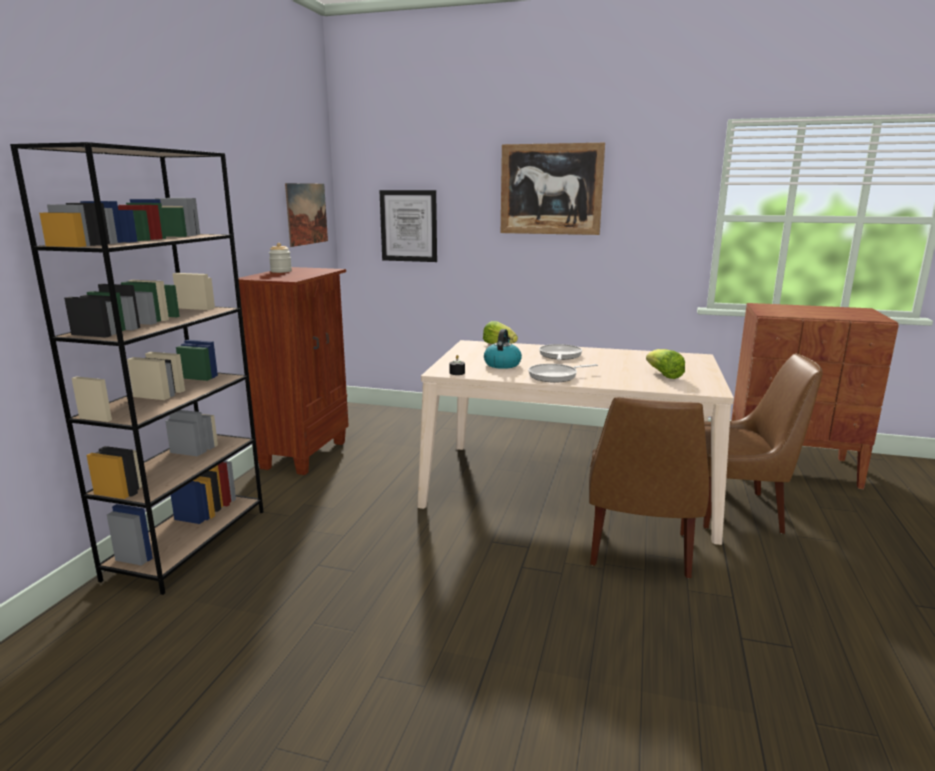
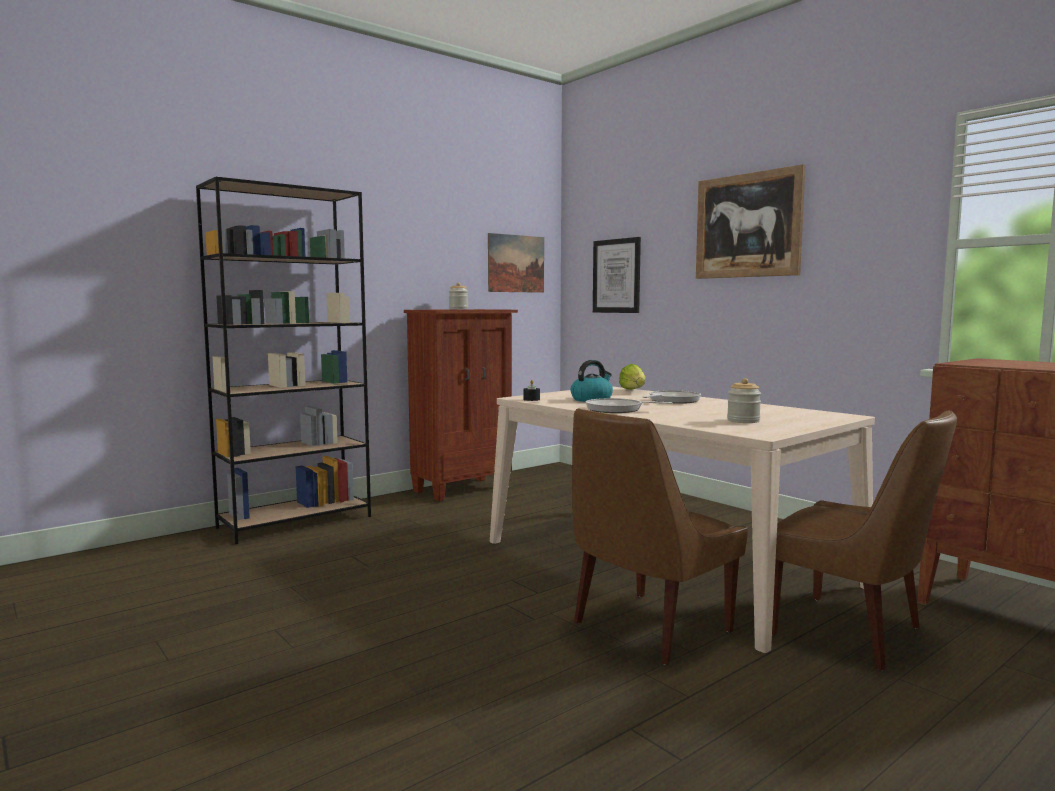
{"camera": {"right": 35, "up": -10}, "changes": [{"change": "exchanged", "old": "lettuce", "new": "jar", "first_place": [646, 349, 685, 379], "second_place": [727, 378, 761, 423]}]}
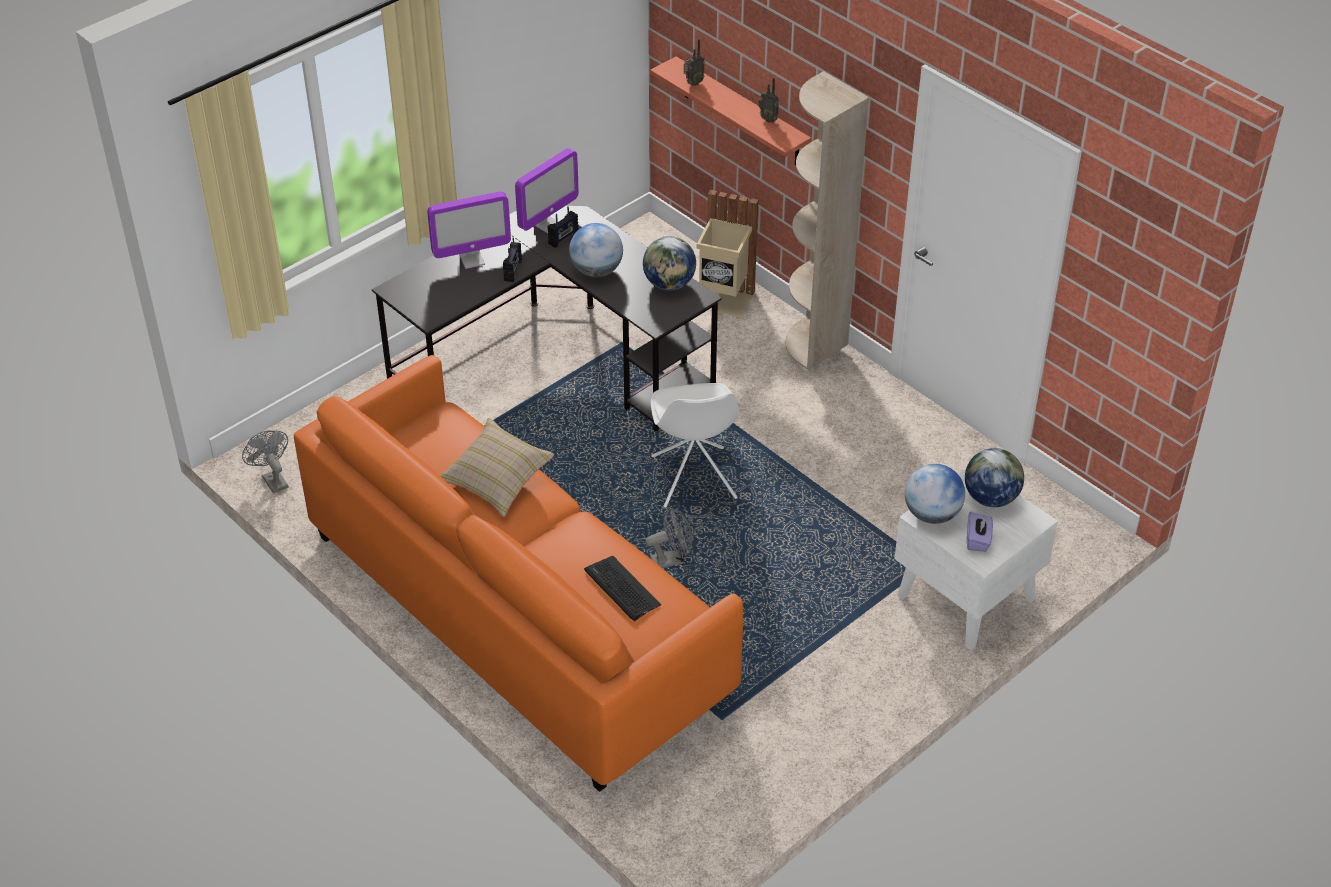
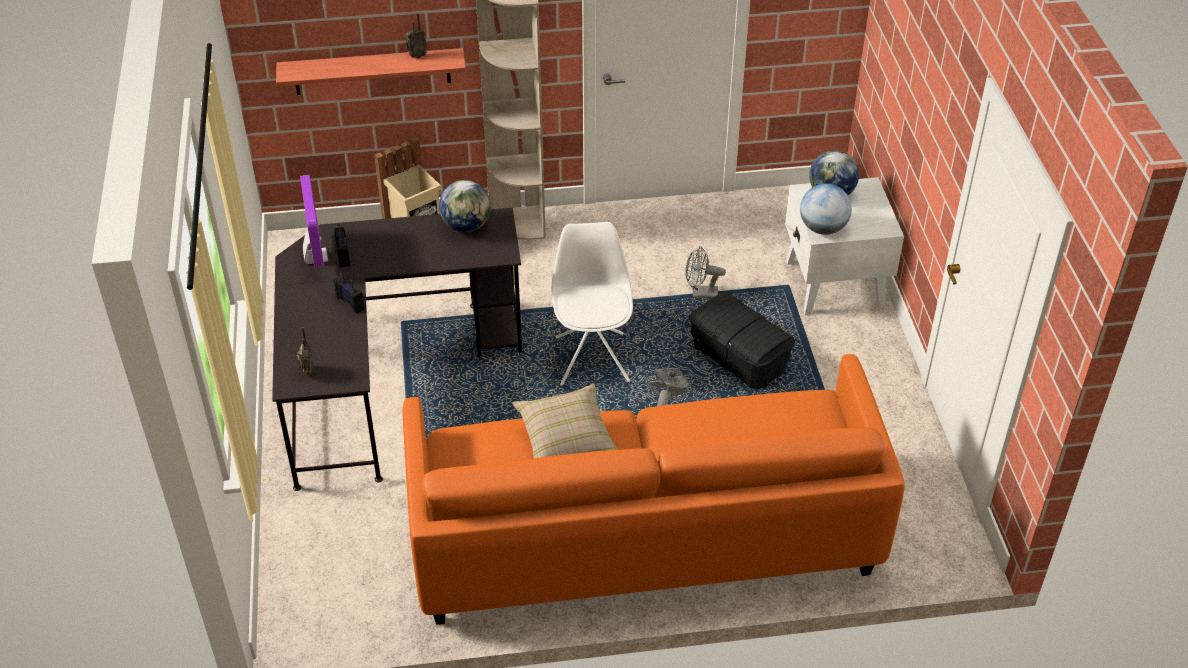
{"camera": {"right": -55, "up": 0}, "changes": [{"change": "relocated", "old": "gray fan", "first_place": [242, 431, 288, 494], "second_place": [685, 246, 726, 298]}, {"change": "missing", "old": "computer display", "first_place": [427, 191, 511, 269]}, {"change": "missing", "old": "world globe", "first_place": [569, 223, 623, 277]}, {"change": "missing", "old": "PC keyboard", "first_place": [584, 556, 661, 621]}, {"change": "spun", "old": "white-coloured upright chair", "first_place": [651, 383, 740, 508], "second_place": [552, 222, 633, 386], "degrees": -120}, {"change": "relocated", "old": "radio set", "first_place": [684, 38, 705, 86], "second_place": [297, 327, 313, 375]}, {"change": "missing", "old": "purple box of tissues", "first_place": [967, 512, 993, 552]}, {"change": "appeared", "new": "blackish storage box", "second_place": [689, 293, 795, 390]}]}
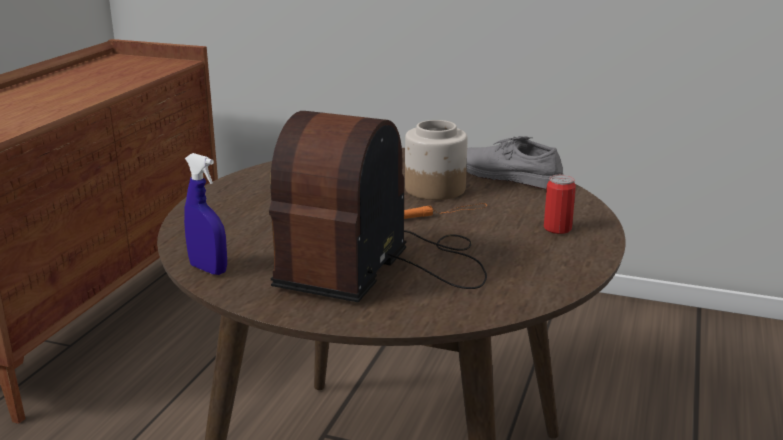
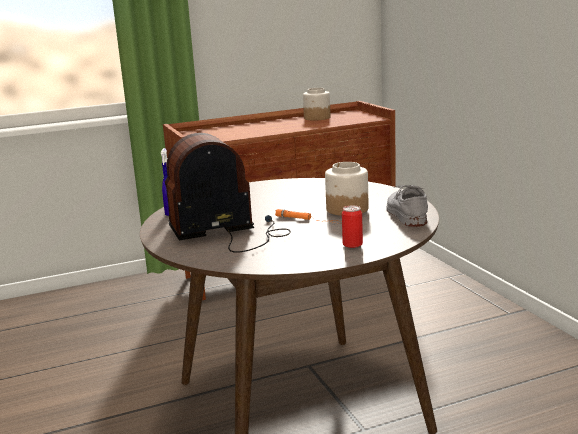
{"camera": {"right": 50, "up": -5}, "changes": [{"change": "appeared", "new": "jar", "second_place": [303, 88, 331, 121]}]}
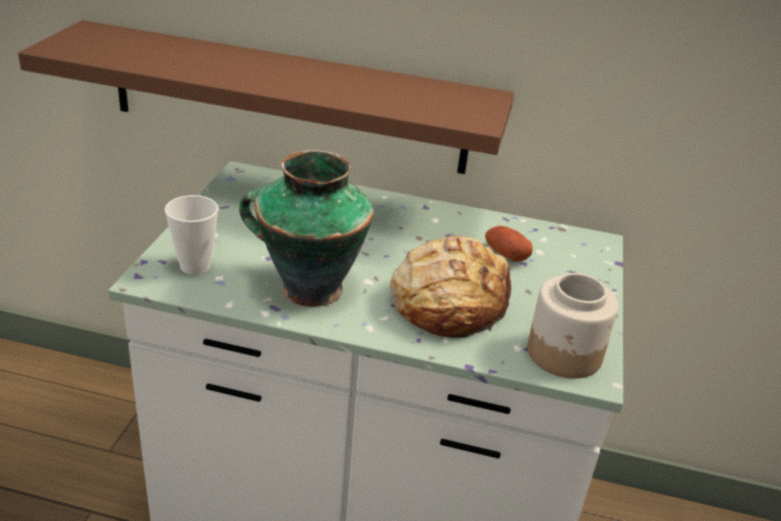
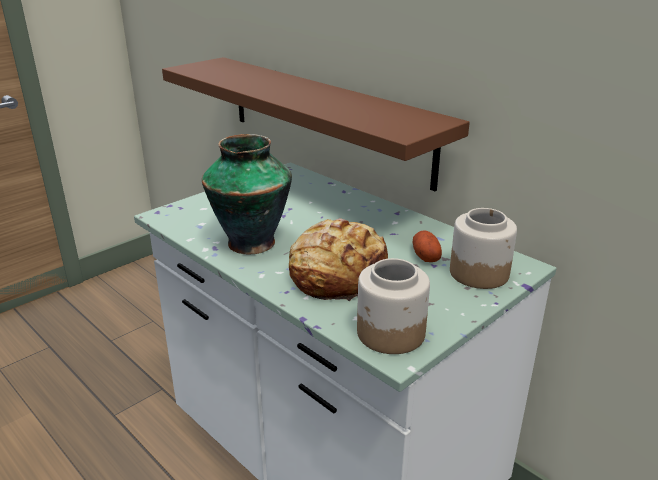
{"camera": {"right": 35, "up": -5}, "changes": [{"change": "missing", "old": "drinking cup", "first_place": [165, 195, 219, 275]}, {"change": "appeared", "new": "jar", "second_place": [450, 208, 517, 289]}]}
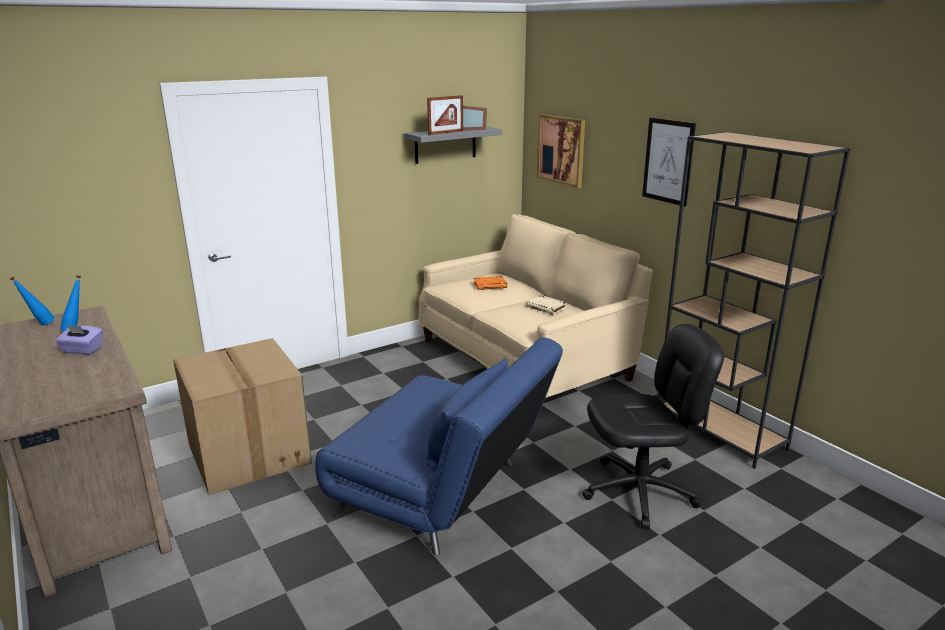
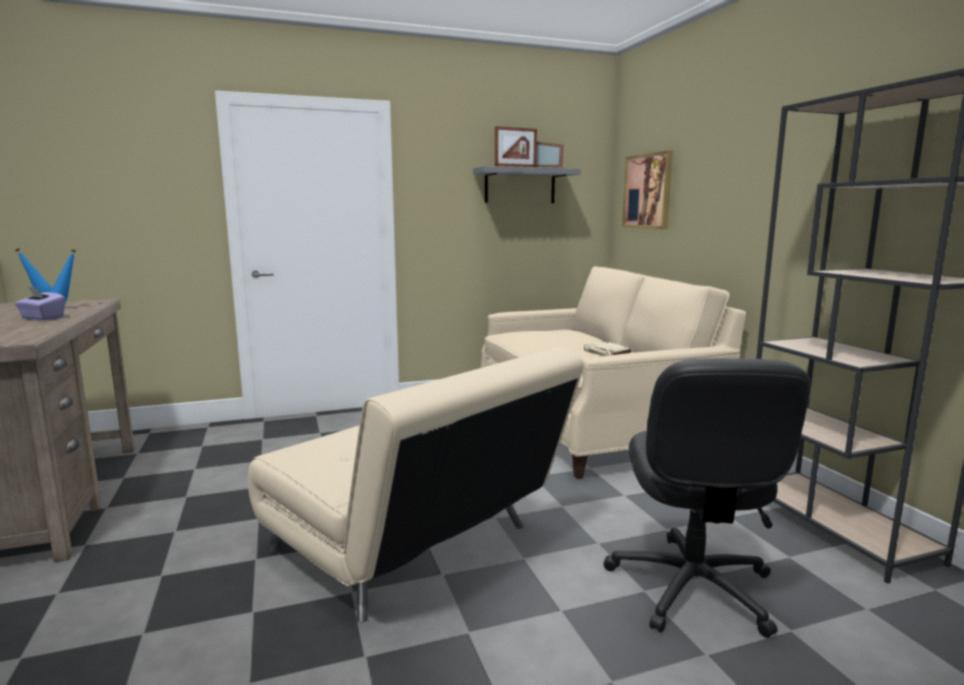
{"camera": {"right": 15, "up": -10}, "changes": [{"change": "missing", "old": "packing box", "first_place": [173, 338, 312, 495]}, {"change": "colour", "old": "blue-coloured easy chair", "new": "sand-coloured easy chair", "first_place": [315, 337, 563, 555], "second_place": [248, 347, 584, 622]}, {"change": "missing", "old": "orange-coloured book", "first_place": [473, 276, 507, 290]}, {"change": "spun", "old": "blackish desk chair", "first_place": [582, 324, 724, 529], "second_place": [603, 358, 810, 638], "degrees": 90}, {"change": "missing", "old": "wall art", "first_place": [642, 118, 696, 207]}]}
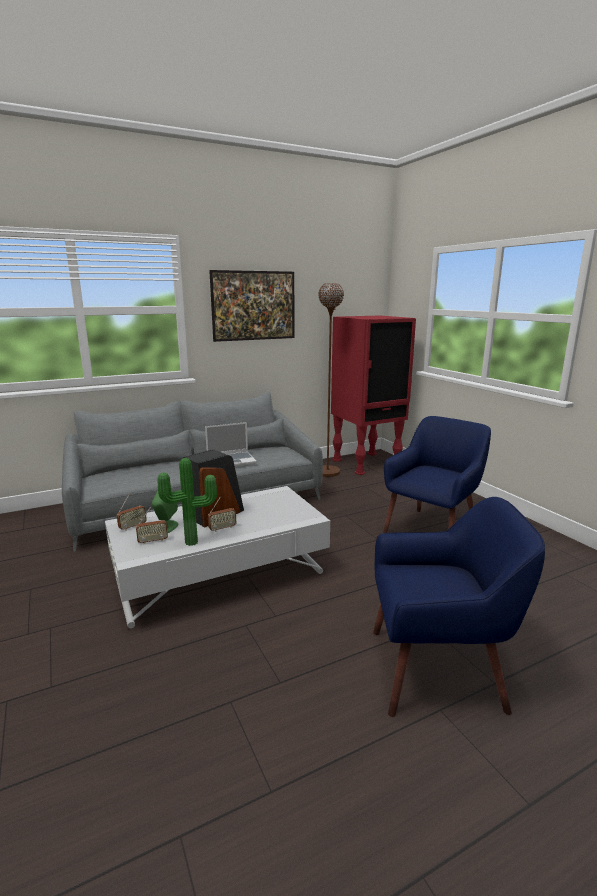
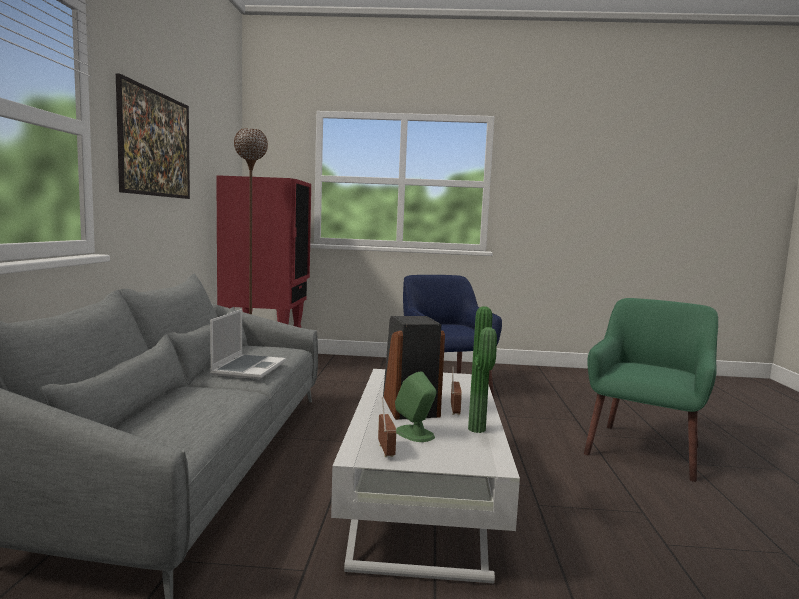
{"camera": {"right": -60, "up": -10}, "changes": [{"change": "missing", "old": "radio set", "first_place": [136, 508, 168, 544]}, {"change": "colour", "old": "blue-coloured easy chair", "new": "greenish easy chair", "first_place": [373, 497, 545, 717], "second_place": [584, 298, 718, 482]}]}
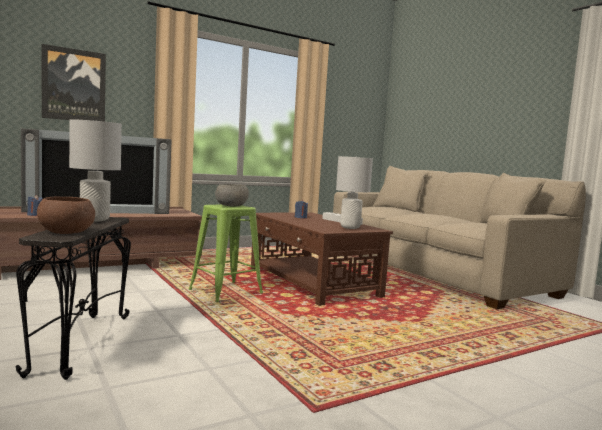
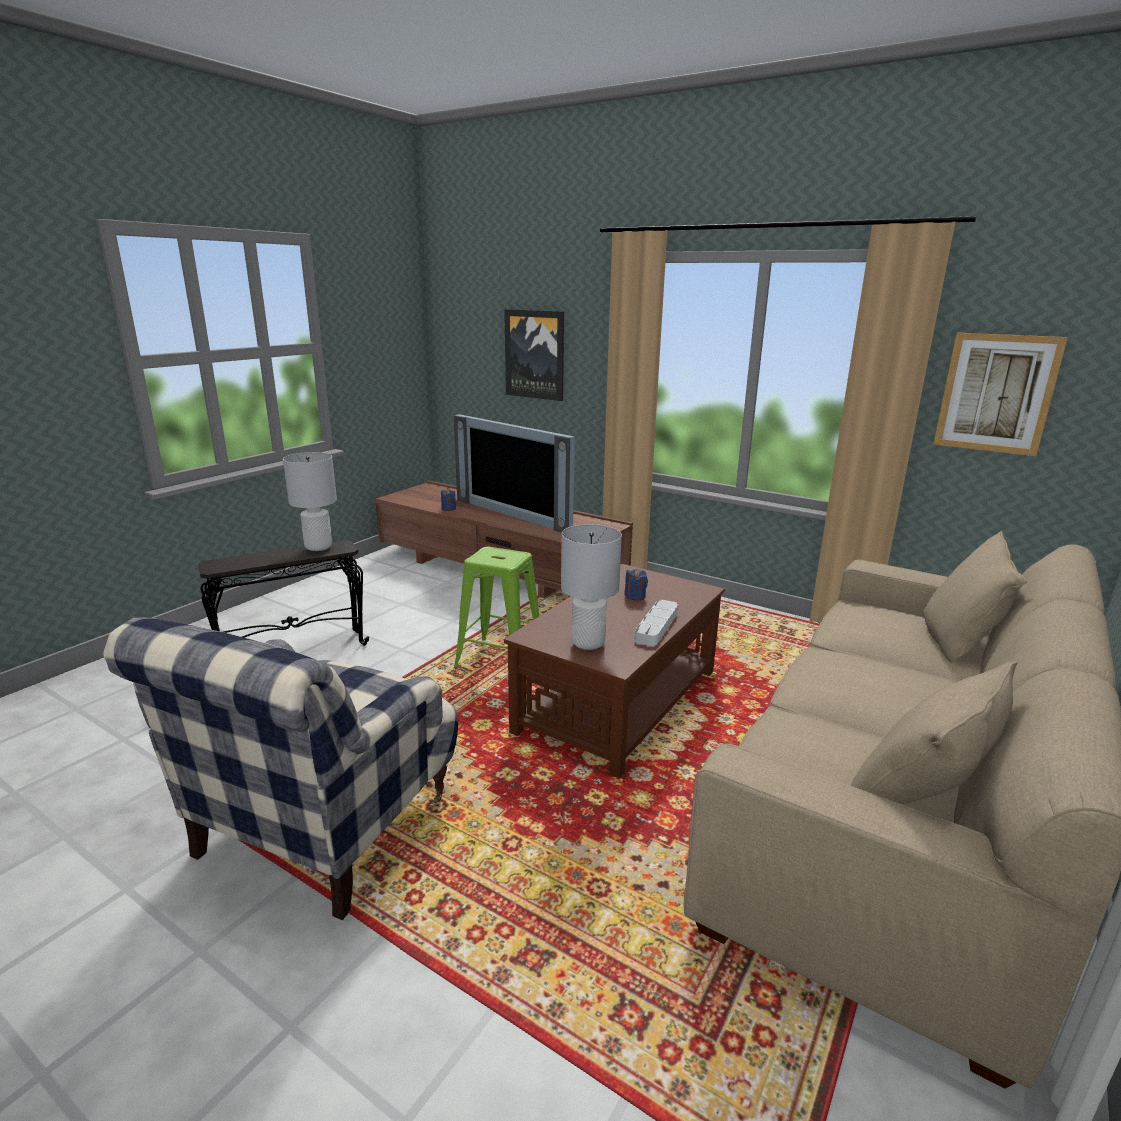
{"camera": {"right": 65, "up": 15}, "changes": [{"change": "missing", "old": "brown deep dish", "first_place": [37, 197, 95, 234]}, {"change": "missing", "old": "gray deep dish", "first_place": [215, 184, 249, 207]}, {"change": "appeared", "new": "easy chair", "second_place": [103, 617, 458, 920]}, {"change": "appeared", "new": "wall art", "second_place": [933, 333, 1068, 456]}]}
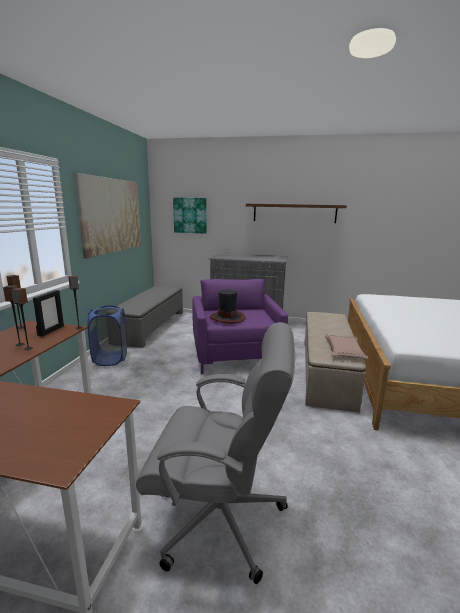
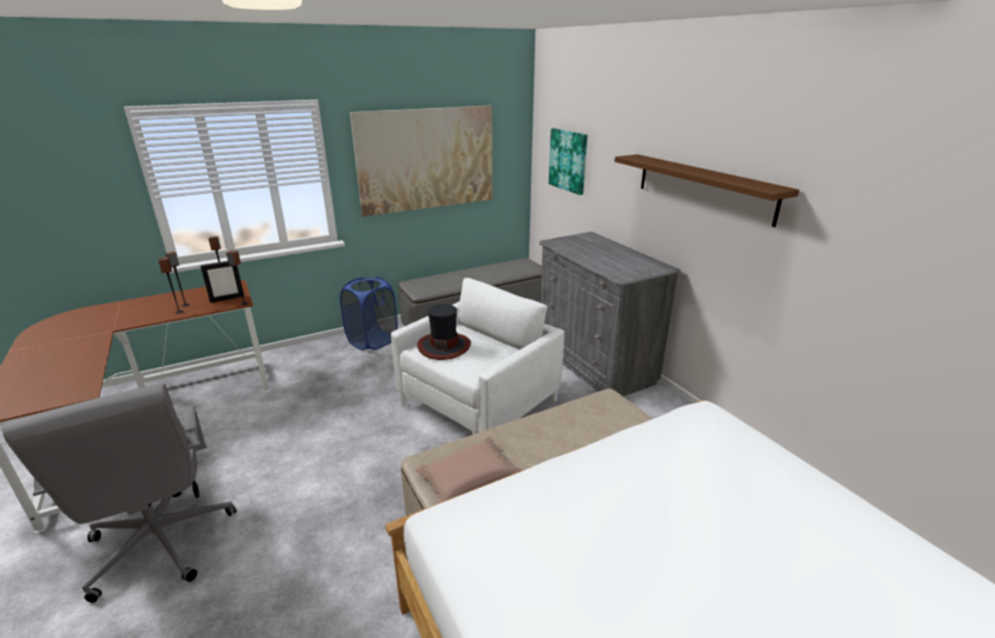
{"camera": {"right": 50, "up": 10}, "changes": [{"change": "colour", "old": "purple easy chair", "new": "white-coloured easy chair", "first_place": [192, 279, 288, 374], "second_place": [391, 278, 565, 435]}]}
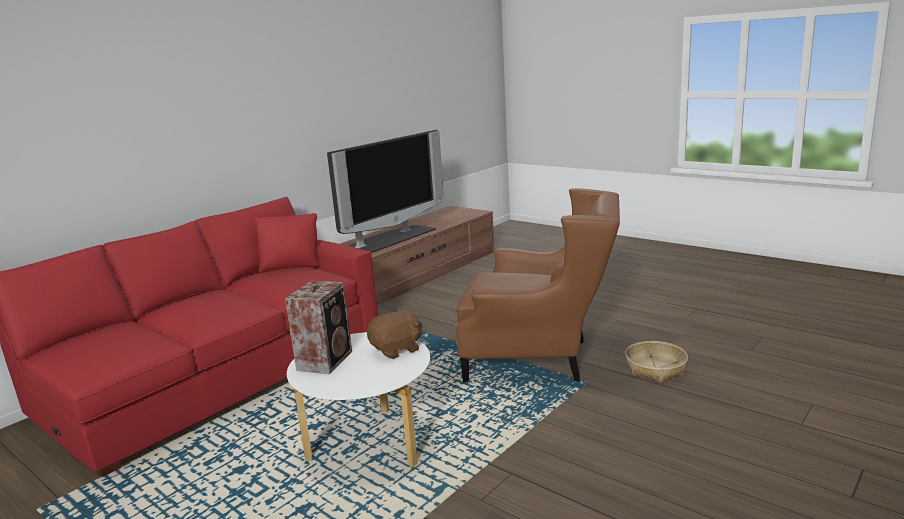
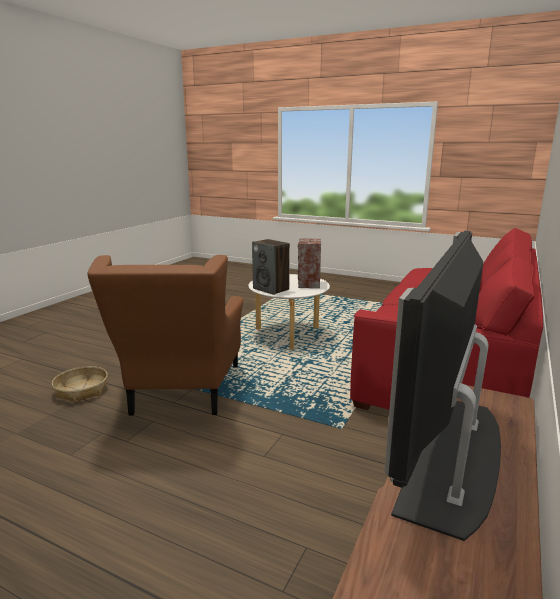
{"camera": {"right": 165, "up": 0}, "changes": [{"change": "exchanged", "old": "brown plush toy", "new": "audio speaker", "first_place": [367, 309, 422, 359], "second_place": [252, 239, 290, 295]}, {"change": "spun", "old": "brown easy chair", "first_place": [456, 188, 620, 382], "second_place": [88, 255, 243, 415], "degrees": -90}]}
